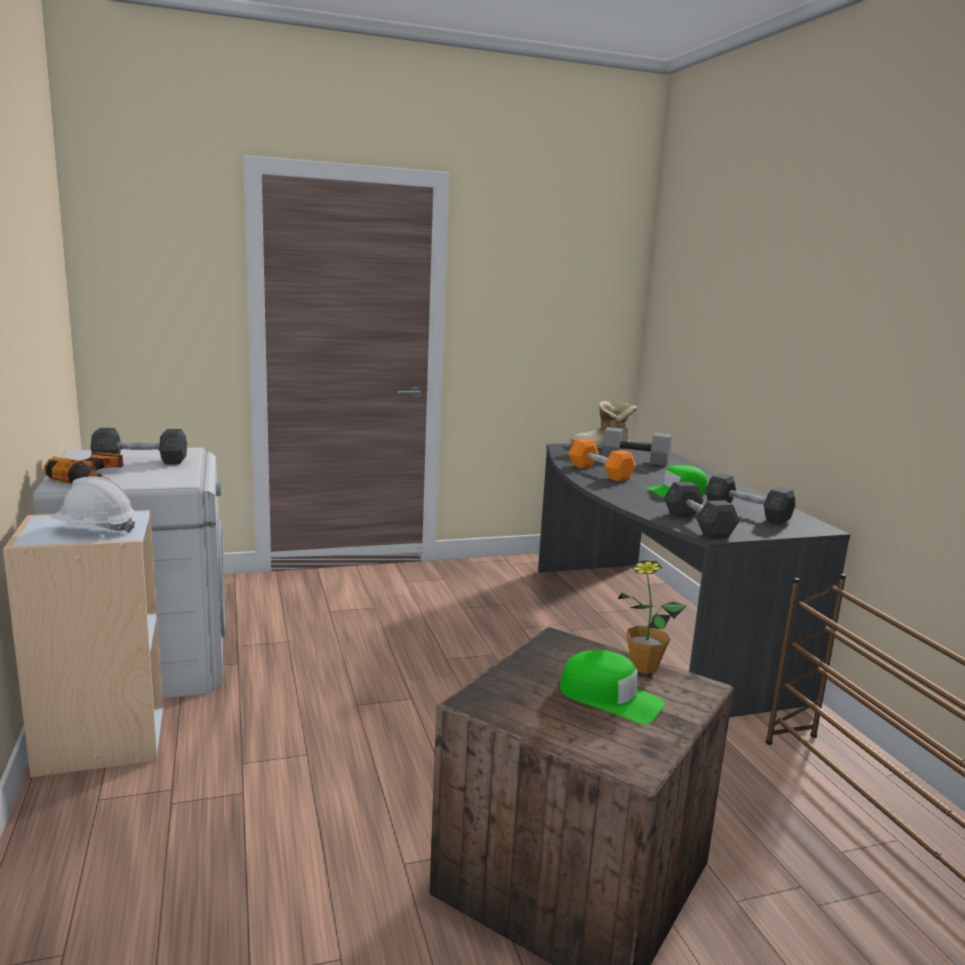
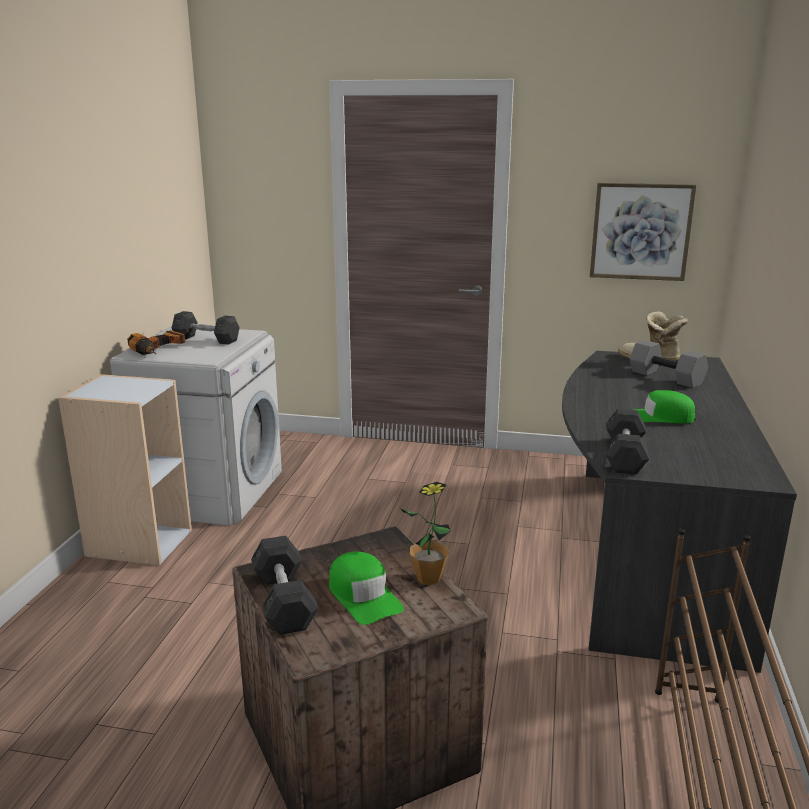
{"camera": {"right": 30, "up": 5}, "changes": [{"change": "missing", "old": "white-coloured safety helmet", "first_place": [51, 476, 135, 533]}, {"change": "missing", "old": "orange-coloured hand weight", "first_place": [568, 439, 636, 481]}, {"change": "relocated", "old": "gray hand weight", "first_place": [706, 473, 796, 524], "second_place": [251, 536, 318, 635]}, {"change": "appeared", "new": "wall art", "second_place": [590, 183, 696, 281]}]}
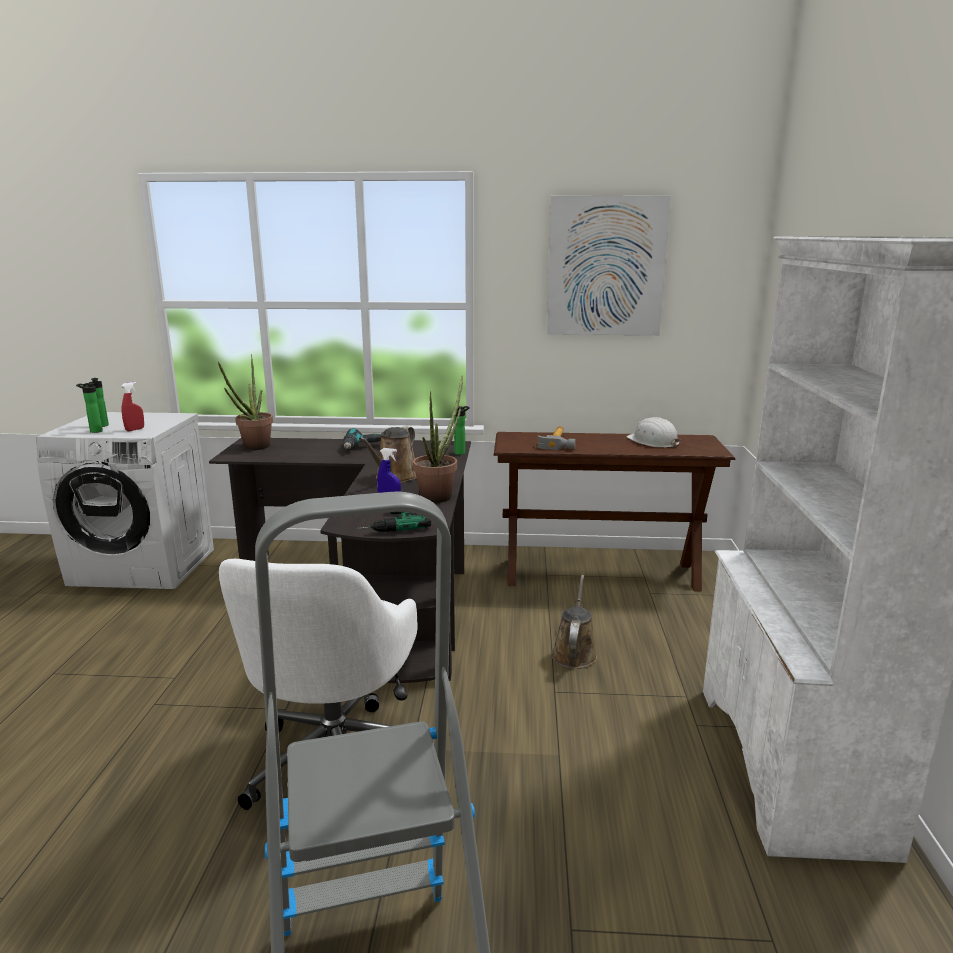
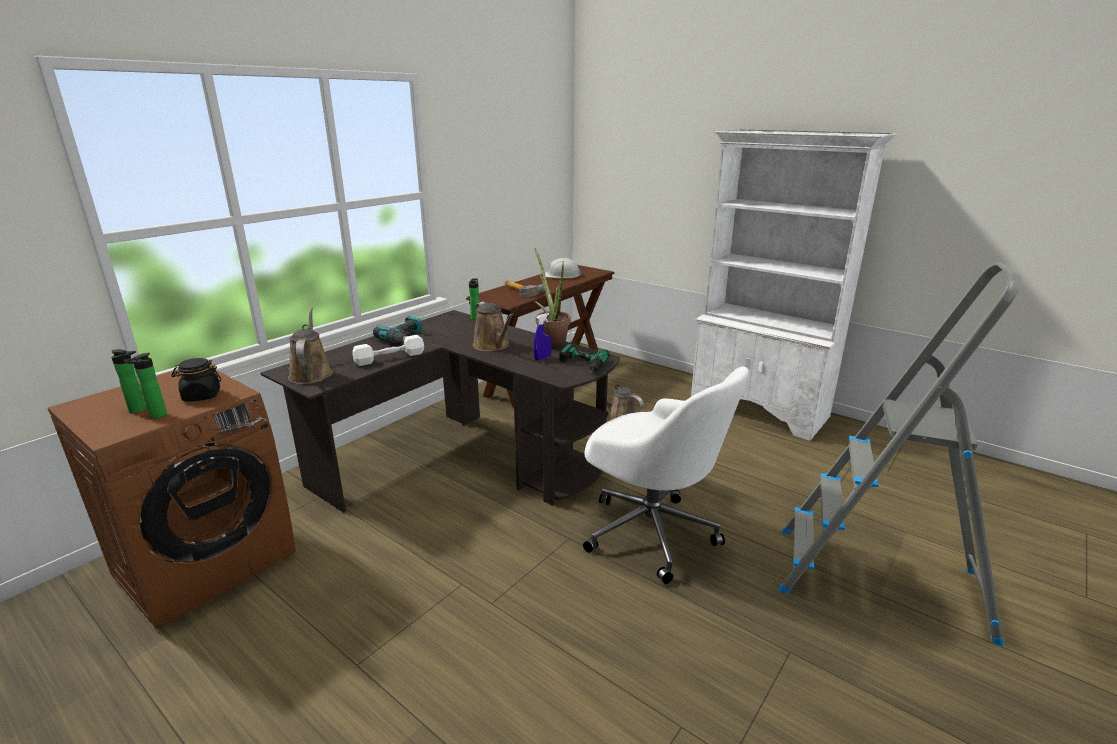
{"camera": {"right": -55, "up": 5}, "changes": [{"change": "colour", "old": "white-coloured washing machine", "new": "brown washing machine", "first_place": [36, 412, 214, 589], "second_place": [48, 367, 296, 630]}, {"change": "exchanged", "old": "red-coloured hand sprayer", "new": "blackish jar", "first_place": [121, 382, 144, 431], "second_place": [171, 358, 221, 402]}, {"change": "exchanged", "old": "plant in a pot", "new": "brown watering can", "first_place": [218, 354, 273, 450], "second_place": [288, 307, 333, 384]}, {"change": "missing", "old": "wall art", "first_place": [547, 195, 671, 335]}, {"change": "appeared", "new": "white-coloured hand weight", "second_place": [352, 335, 424, 366]}]}
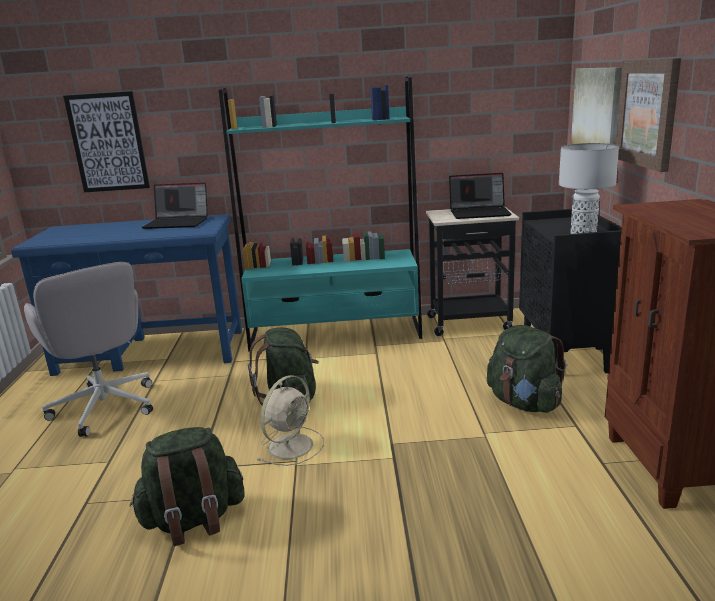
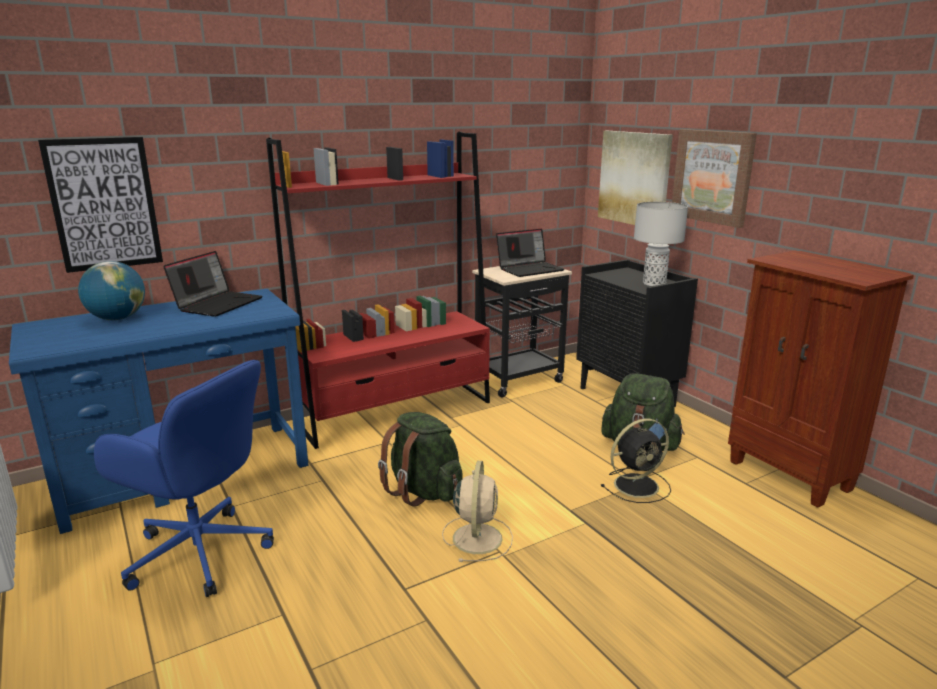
{"camera": {"right": -30, "up": 0}, "changes": [{"change": "colour", "old": "gray desk chair", "new": "blue-coloured desk chair", "first_place": [24, 262, 153, 437], "second_place": [94, 360, 274, 597]}, {"change": "missing", "old": "greenish knapsack", "first_place": [130, 427, 245, 546]}, {"change": "spun", "old": "portable computer", "first_place": [142, 182, 208, 229], "second_place": [163, 251, 263, 317], "degrees": -45}, {"change": "colour", "old": "blue-green bookcase", "new": "red-coloured bookcase", "first_place": [219, 77, 422, 351], "second_place": [266, 132, 490, 449]}, {"change": "appeared", "new": "world globe", "second_place": [78, 261, 145, 320]}, {"change": "appeared", "new": "blackish fan", "second_place": [601, 419, 671, 503]}]}
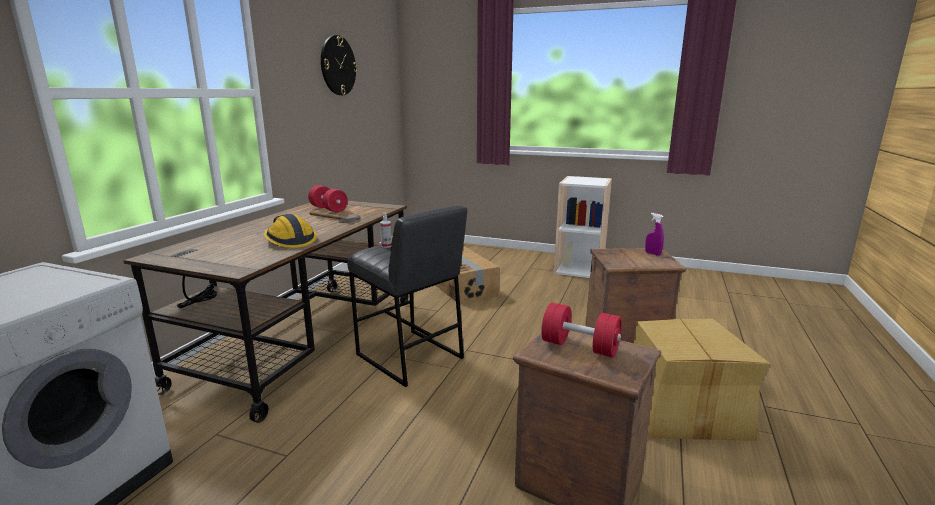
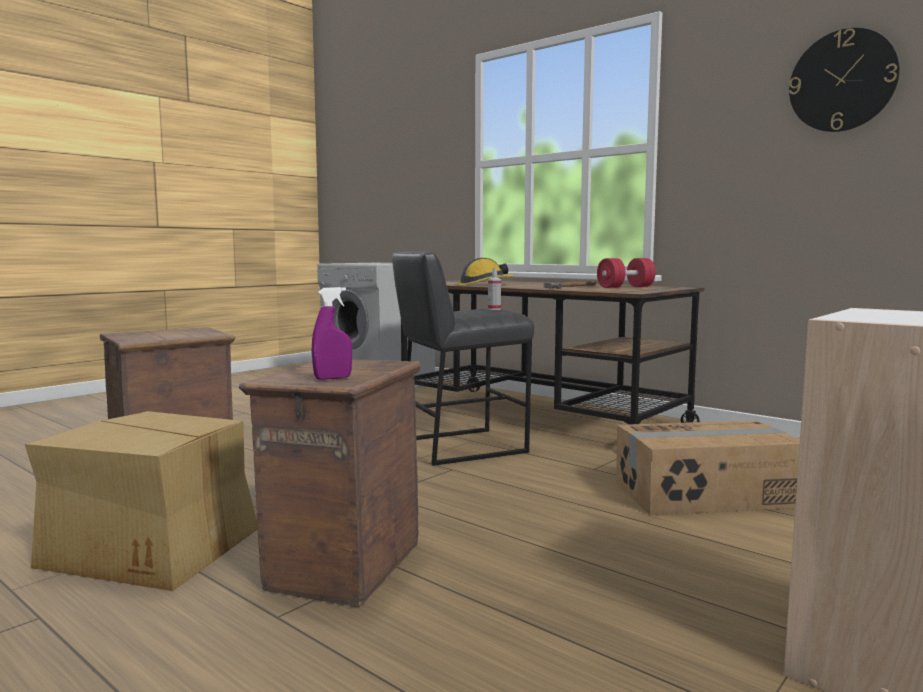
{"camera": {"right": 110, "up": -10}, "changes": [{"change": "missing", "old": "red-coloured hand weight", "first_place": [542, 303, 622, 358]}]}
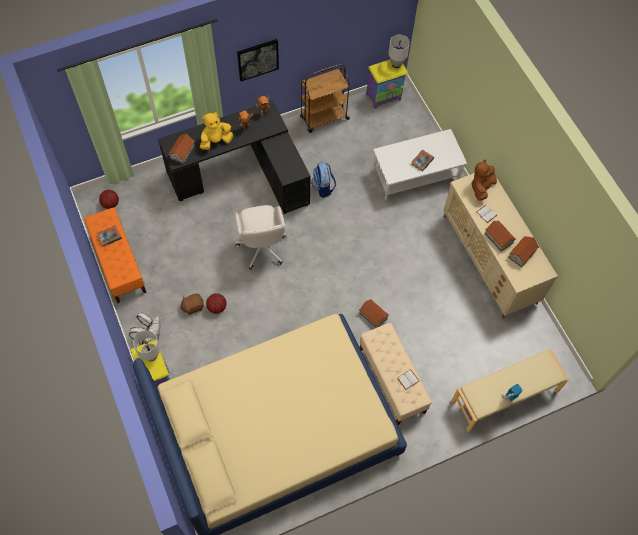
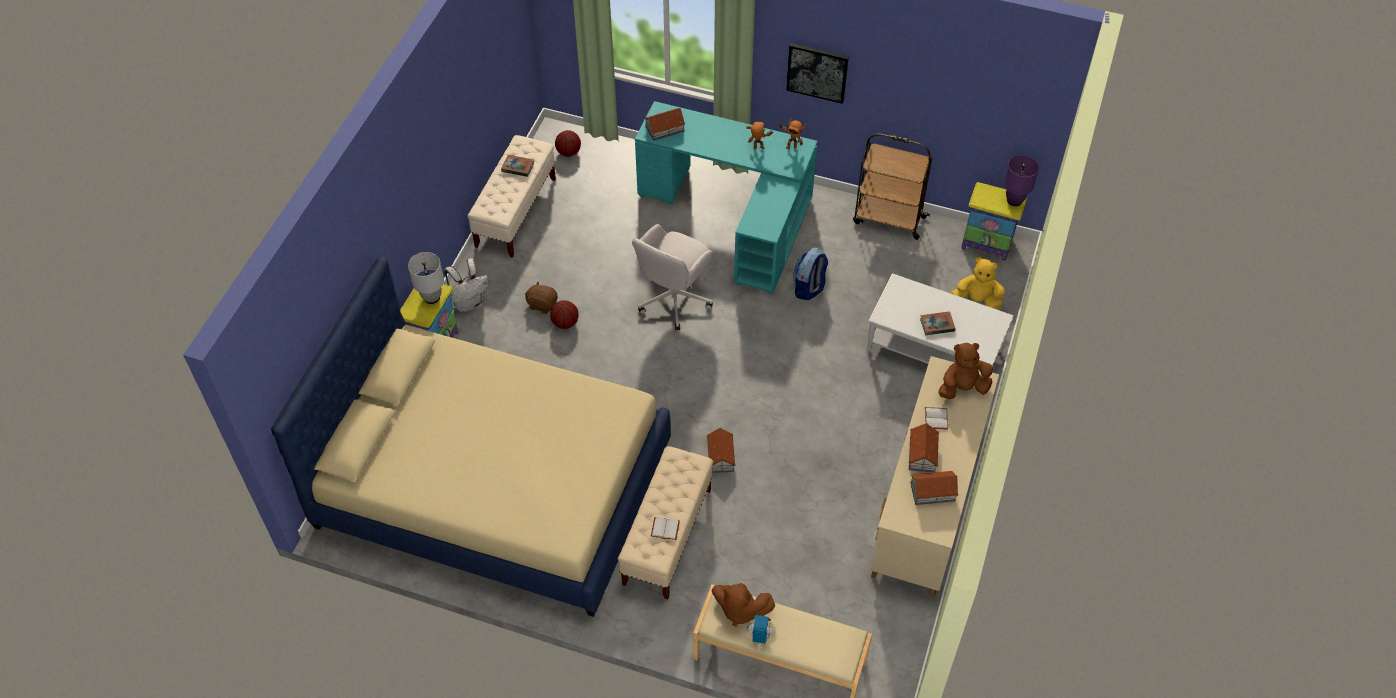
{"camera": {"right": 45, "up": -10}, "changes": [{"change": "colour", "old": "orange-coloured indoor bench", "new": "sand-coloured indoor bench", "first_place": [84, 208, 147, 303], "second_place": [467, 135, 556, 258]}, {"change": "colour", "old": "blackish desk", "new": "blue-green desk", "first_place": [158, 100, 311, 214], "second_place": [635, 101, 818, 294]}, {"change": "relocated", "old": "yellow-coloured plush toy", "first_place": [200, 112, 233, 150], "second_place": [951, 257, 1005, 310]}, {"change": "colour", "old": "white-coloured table lamp", "new": "purple table lamp", "first_place": [388, 35, 410, 68], "second_place": [1004, 155, 1039, 206]}, {"change": "appeared", "new": "brown plush toy", "second_place": [712, 583, 775, 626]}]}
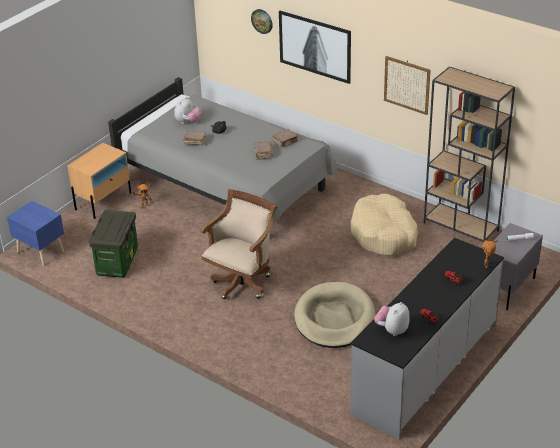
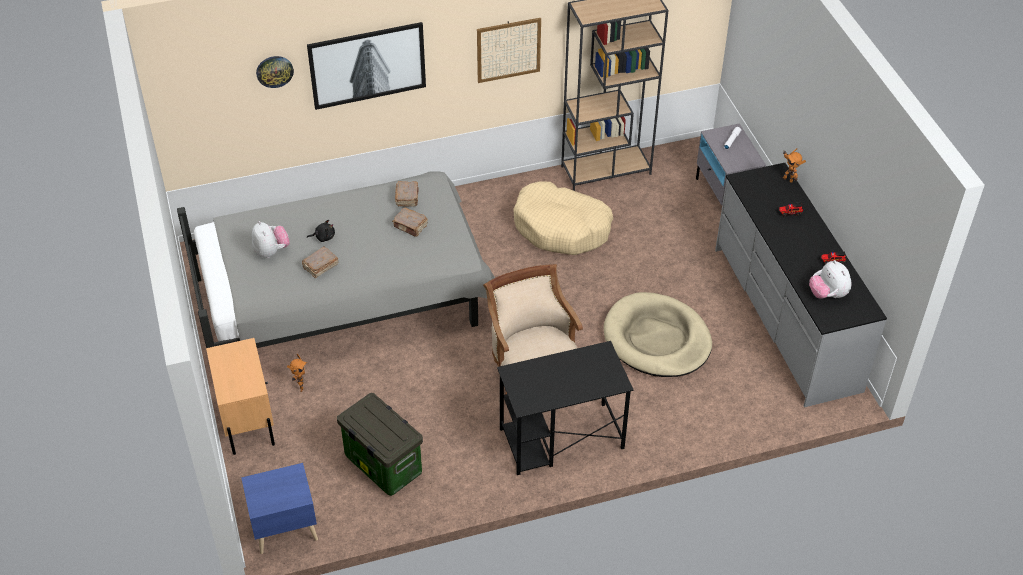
{"camera": {"right": -55, "up": 10}, "changes": [{"change": "appeared", "new": "blackish desk", "second_place": [497, 341, 634, 475]}]}
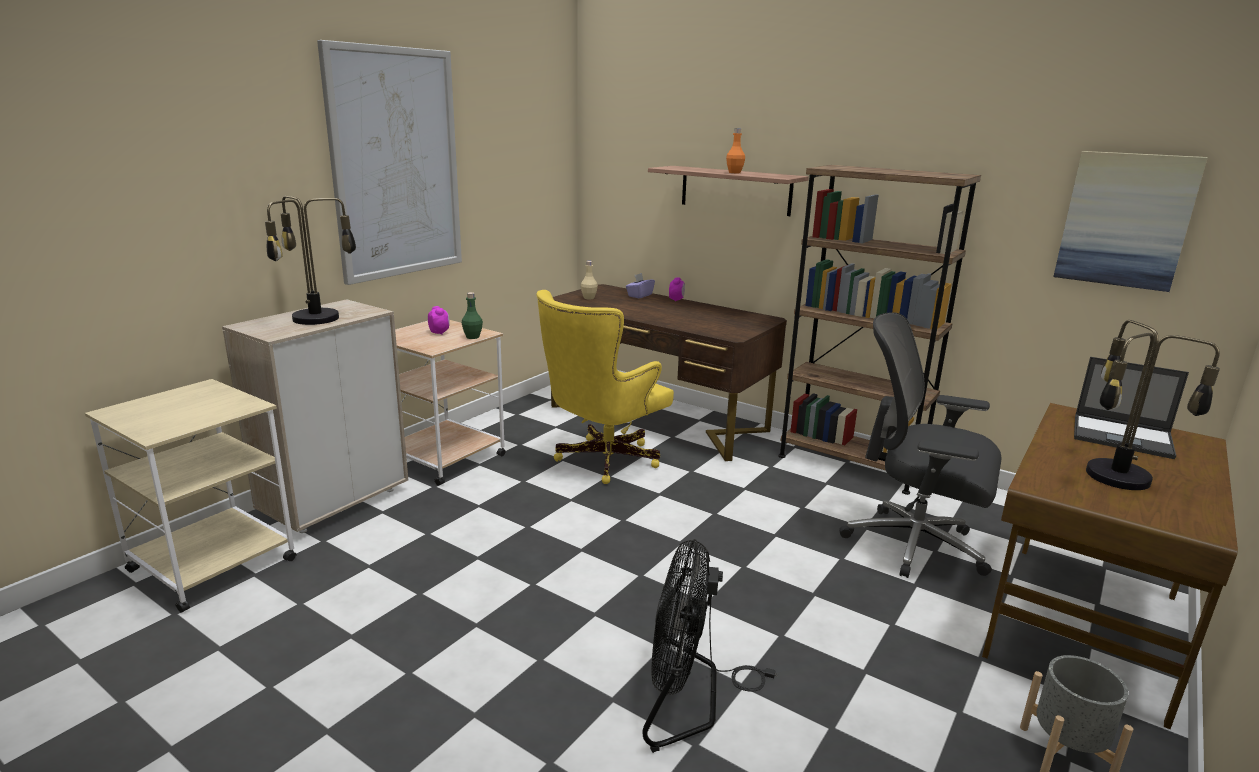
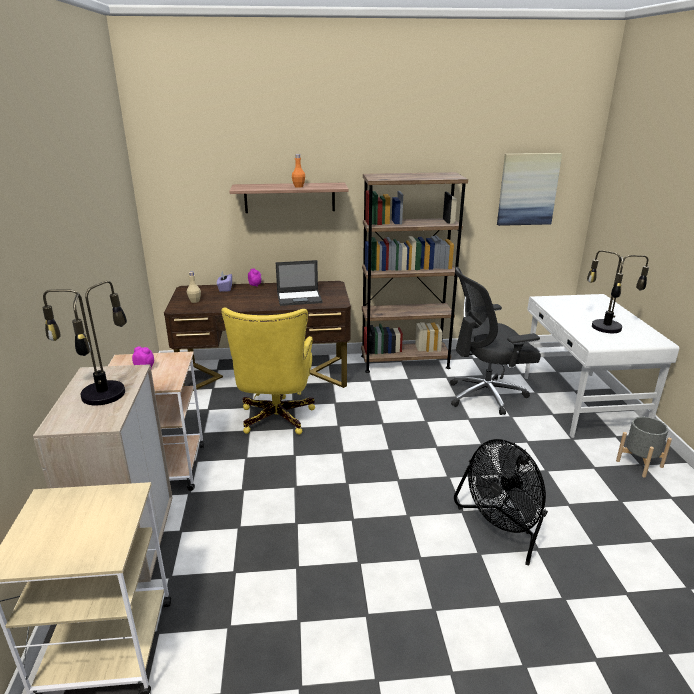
{"camera": {"right": -40, "up": 5}, "changes": [{"change": "missing", "old": "wall art", "first_place": [317, 40, 462, 285]}, {"change": "missing", "old": "greenish bottle", "first_place": [462, 292, 483, 339]}, {"change": "colour", "old": "brown desk", "new": "white-coloured desk", "first_place": [982, 403, 1238, 729], "second_place": [524, 294, 679, 438]}, {"change": "relocated", "old": "portable computer", "first_place": [1074, 357, 1189, 459], "second_place": [276, 260, 323, 306]}]}
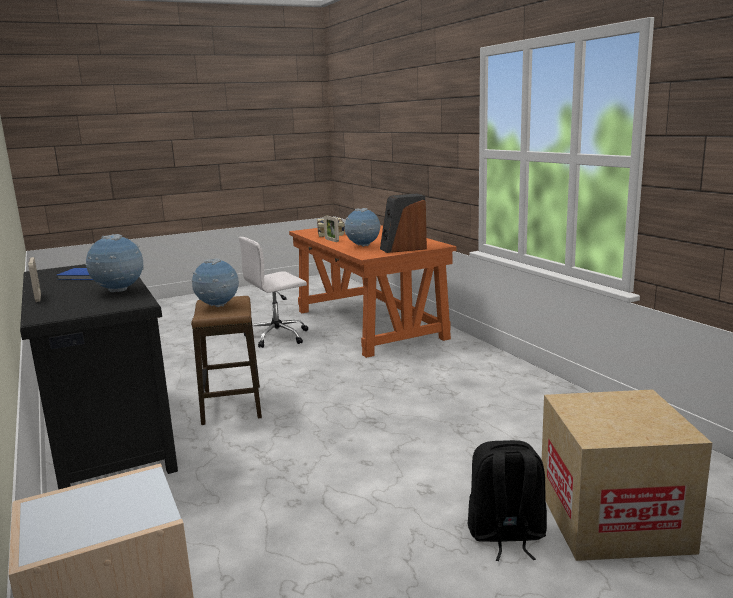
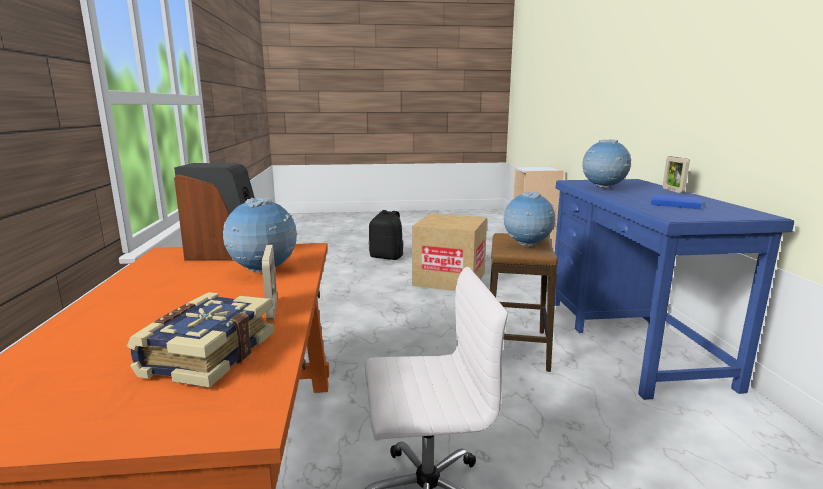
{"camera": {"right": -160, "up": 0}, "changes": [{"change": "colour", "old": "blackish desk", "new": "blue-coloured desk", "first_place": [20, 264, 178, 490], "second_place": [555, 179, 794, 400]}, {"change": "relocated", "old": "packing box", "first_place": [542, 389, 712, 561], "second_place": [412, 213, 487, 291]}]}
